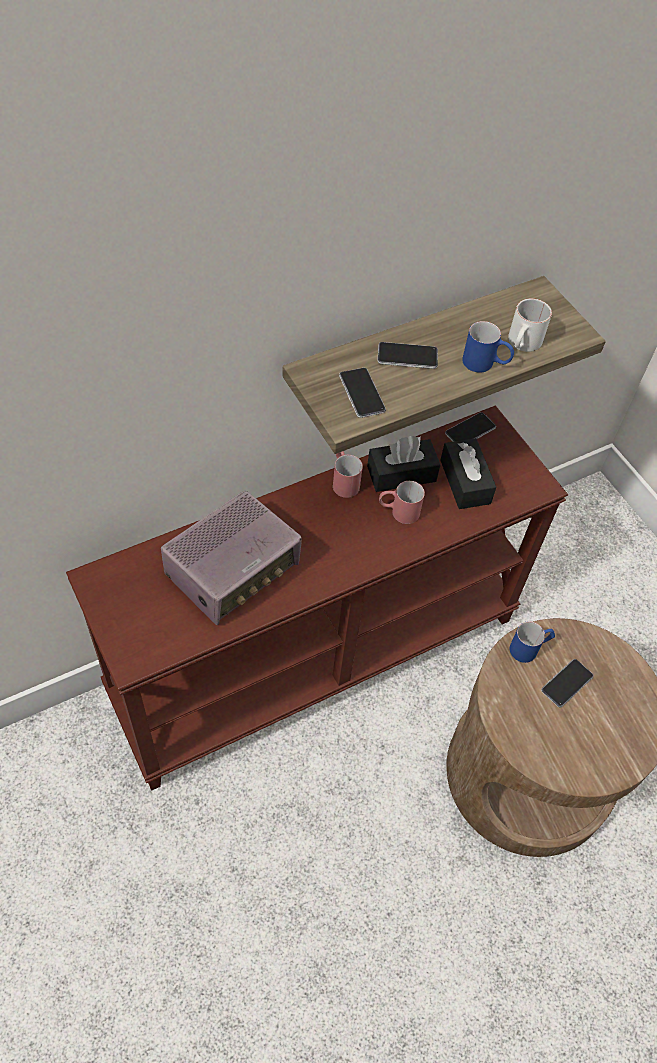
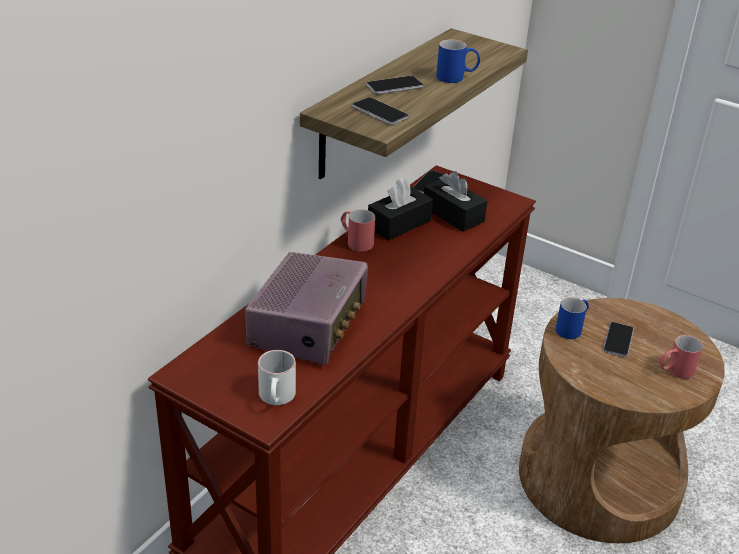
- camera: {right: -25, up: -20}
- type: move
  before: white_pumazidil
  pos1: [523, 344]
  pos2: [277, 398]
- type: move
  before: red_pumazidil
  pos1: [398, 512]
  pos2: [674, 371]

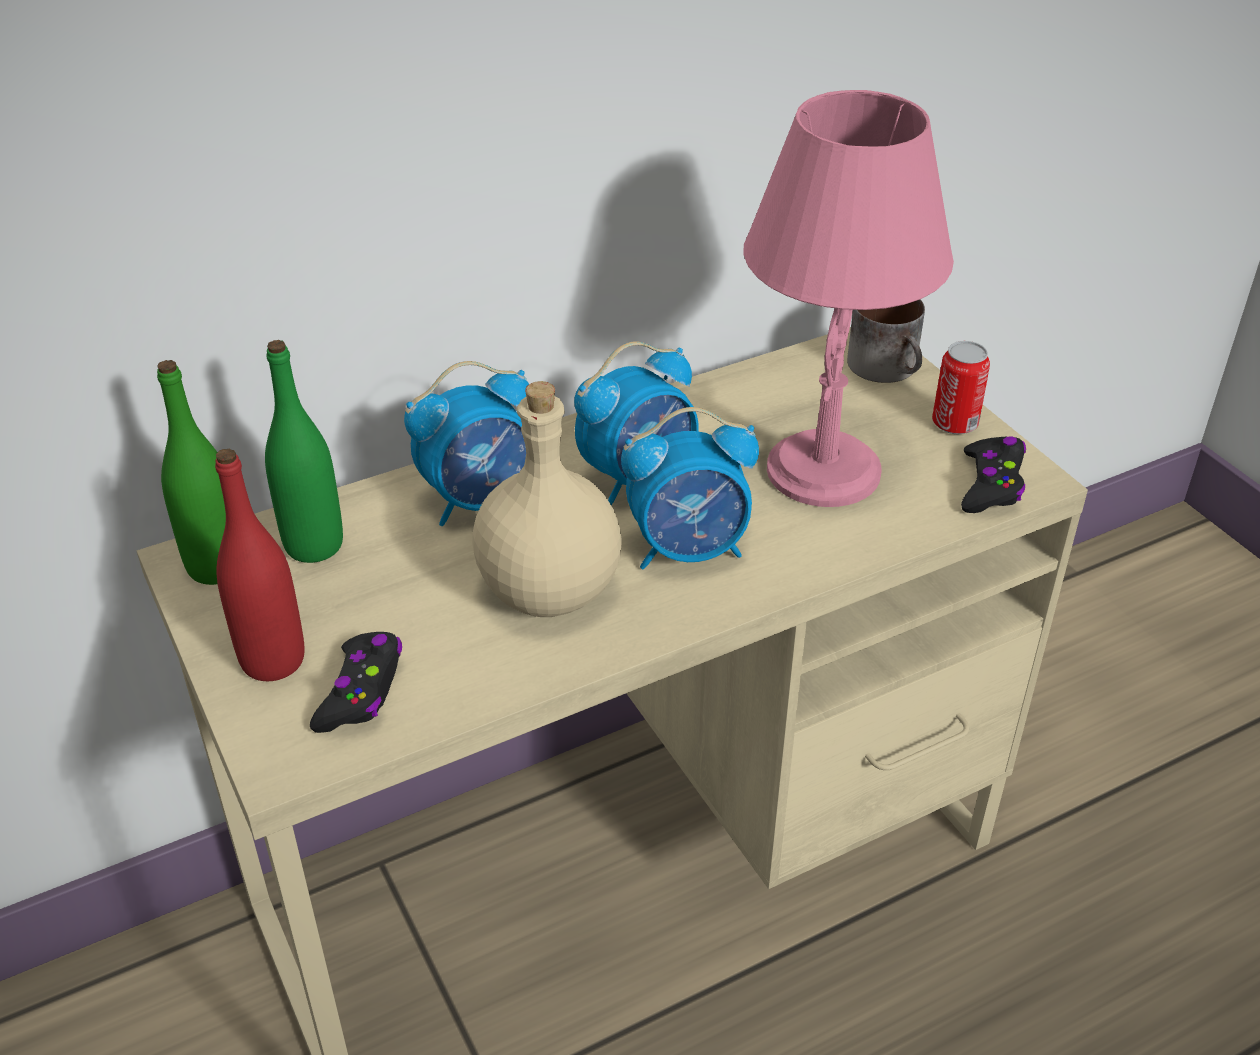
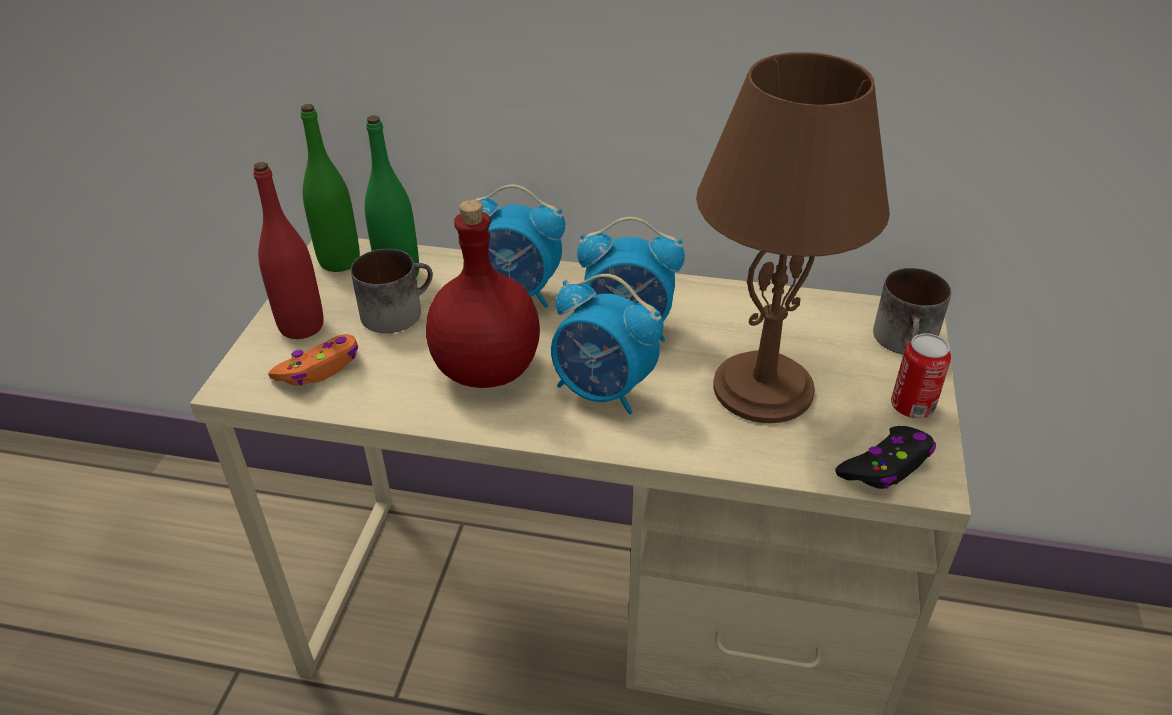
- camera: {right: 40, up: 0}
- type: recolor
  before: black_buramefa
  after: orange_buramefa
  pos1: [361, 691]
  pos2: [320, 369]
- type: insert
  after: pumazidil
  pos2: [397, 310]
- type: recolor
  before: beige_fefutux
  after: red_fefutux
  pos1: [550, 593]
  pos2: [486, 371]
- type: recolor
  before: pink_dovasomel
  after: brown_dovasomel
  pos1: [822, 469]
  pos2: [763, 387]

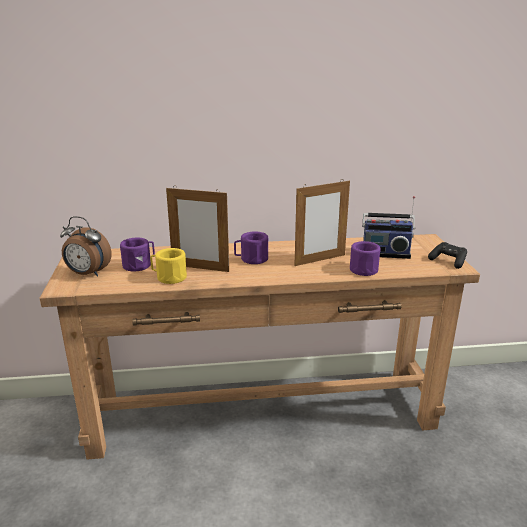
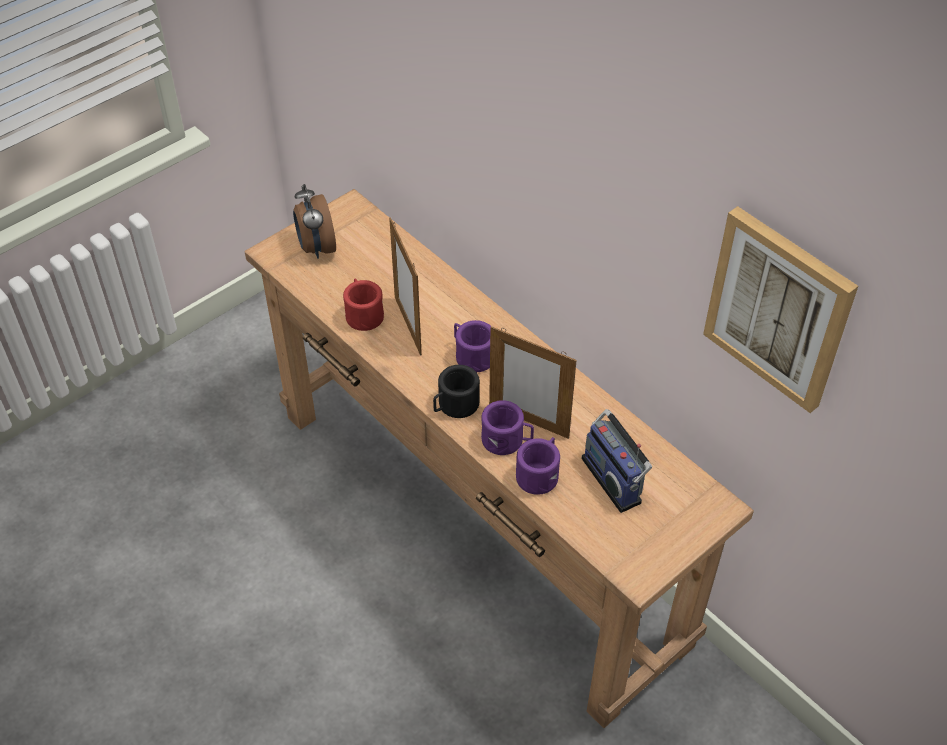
- camera: {right: 55, up: 25}
- type: recolor
  before: yellow_pumazidil
  after: red_pumazidil
  pos1: [168, 277]
  pos2: [363, 314]
- type: insert
  after: black_pumazidil
  pos2: [455, 405]
- type: move
  before: purple_pumazidil
  pos1: [140, 265]
  pos2: [507, 440]
- type: insert
  after: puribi
  pos2: [779, 308]
- type: delete
  before: black_buramefa
  pos1: [448, 261]

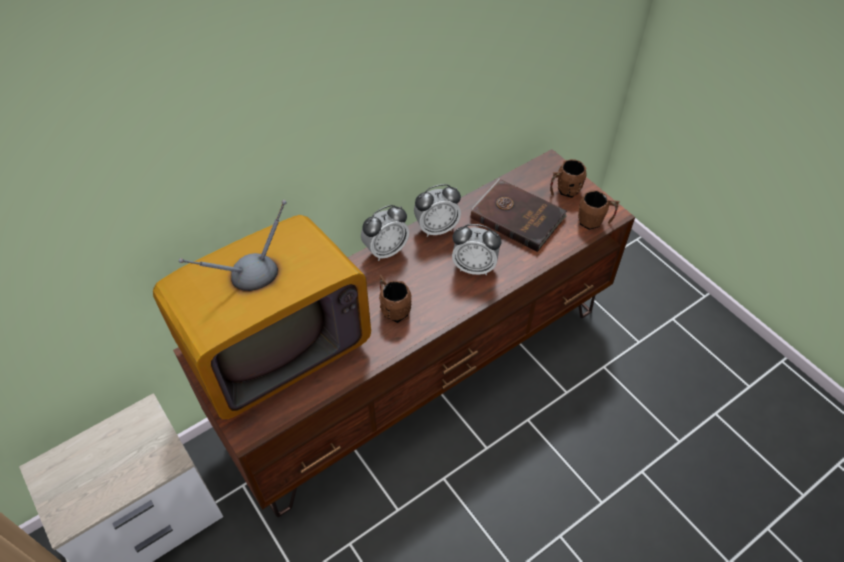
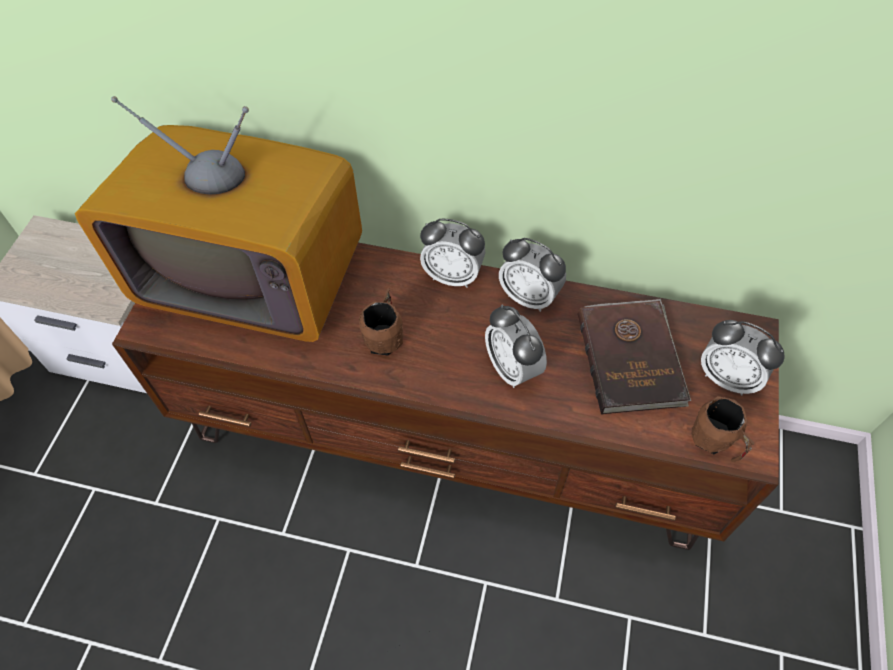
- camera: {right: 50, up: 5}
- type: replace
  before: brown_pumazidil
  after: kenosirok
  pos1: [564, 190]
  pos2: [727, 377]

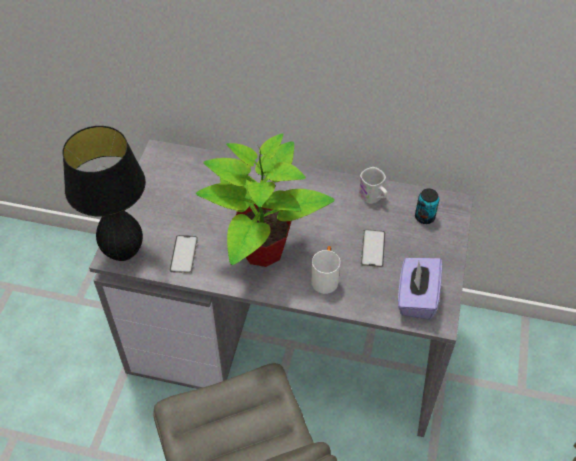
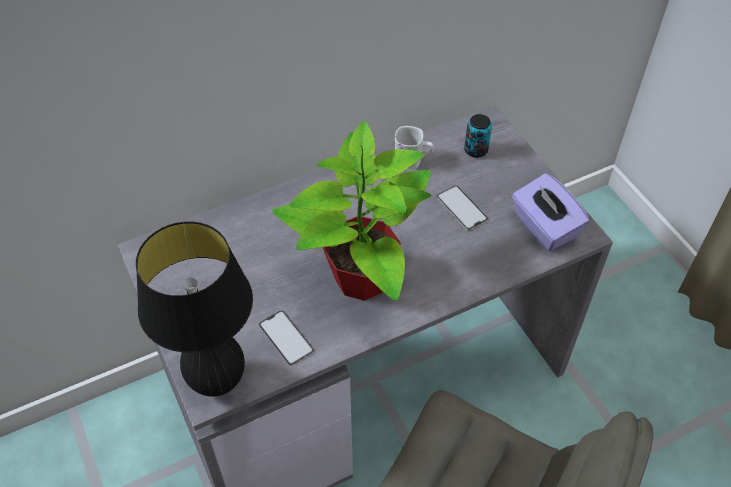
- camera: {right: -40, up: 0}
- type: delete
  before: white_pumazidil
  pos1: [325, 278]

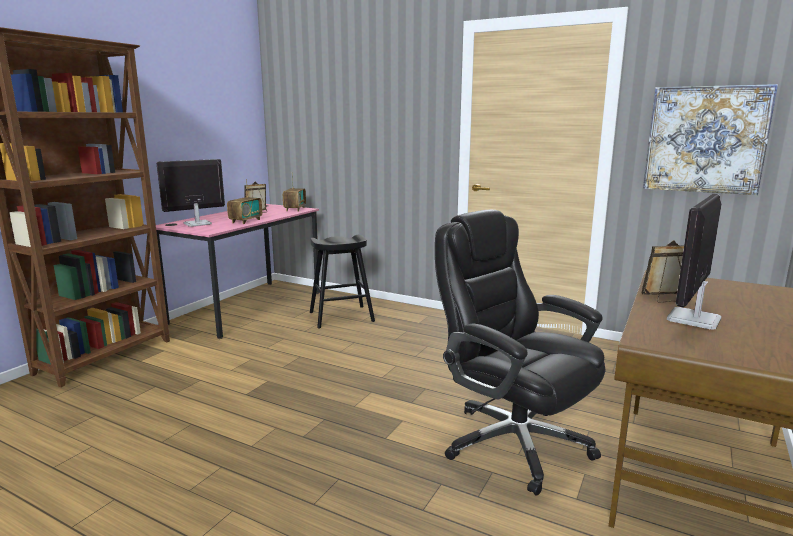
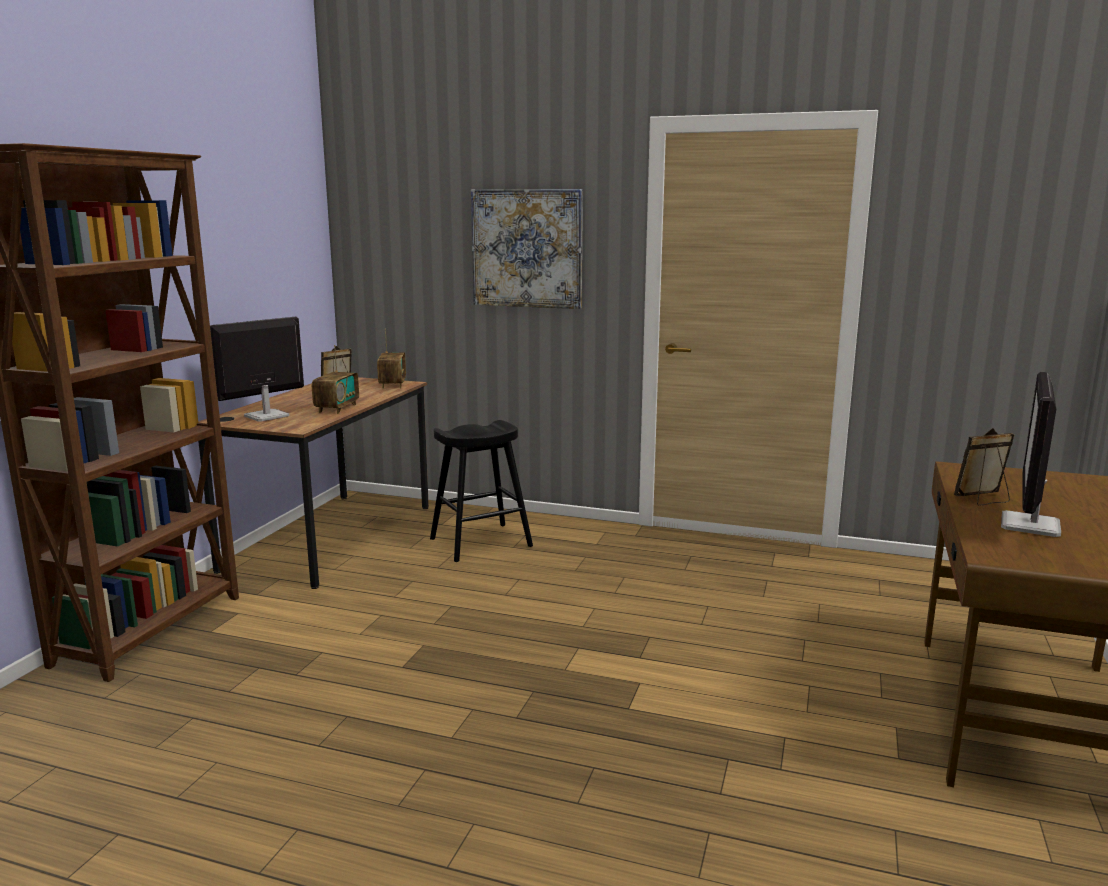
- camera: {right: -10, up: 0}
- type: recolor
  before: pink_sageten
  after: brown_sageten
  pos1: [248, 307]
  pos2: [331, 537]
- type: move
  before: puribi
  pos1: [705, 139]
  pos2: [527, 248]
- type: delete
  before: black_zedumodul
  pos1: [513, 442]

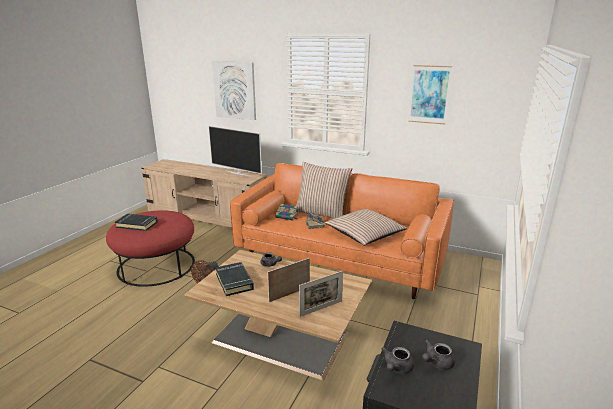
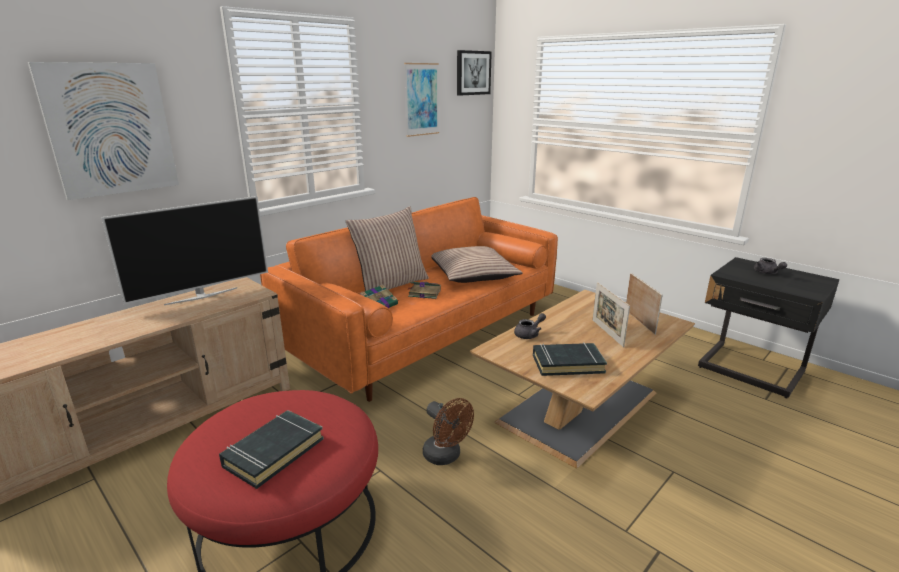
- camera: {right: -70, up: 0}
- type: insert
  after: puribi
  pos2: [473, 73]
- type: delete
  before: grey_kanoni
  pos1: [396, 368]

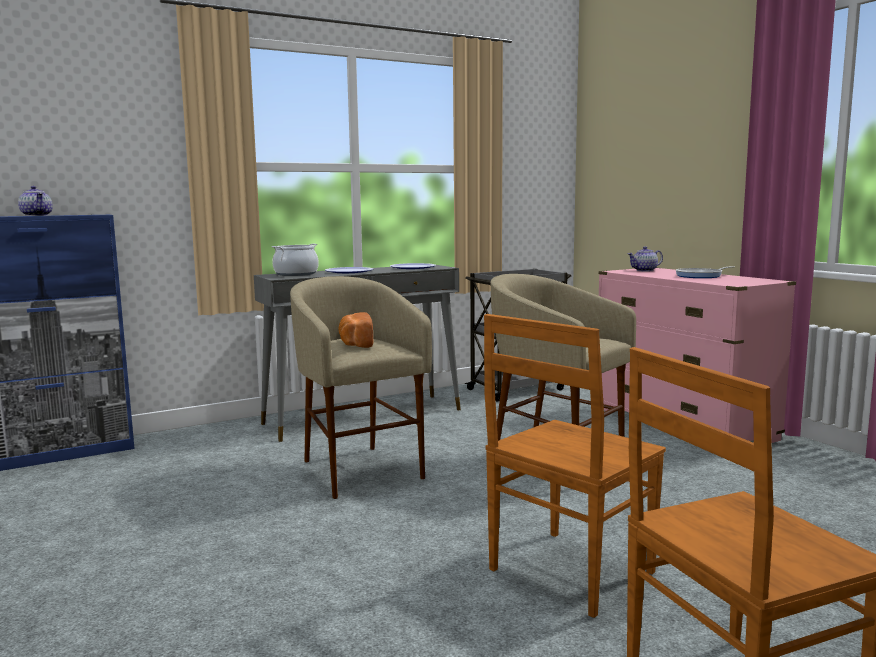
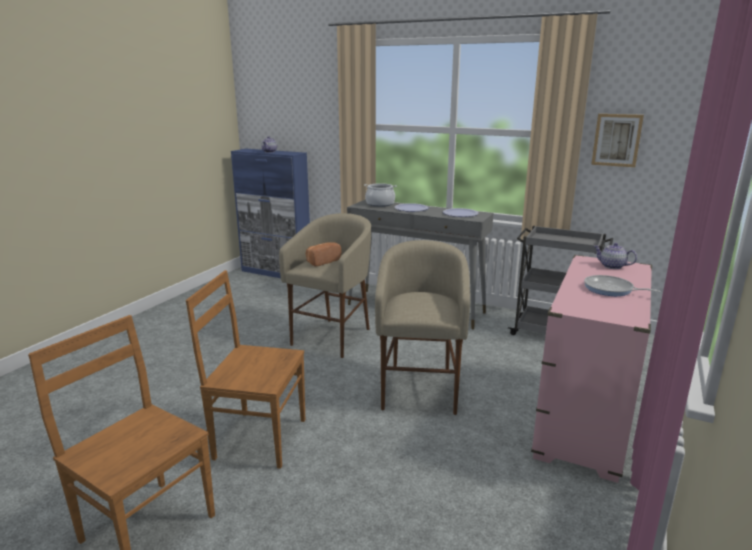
- camera: {right: 55, up: 10}
- type: insert
  after: puribi
  pos2: [616, 140]

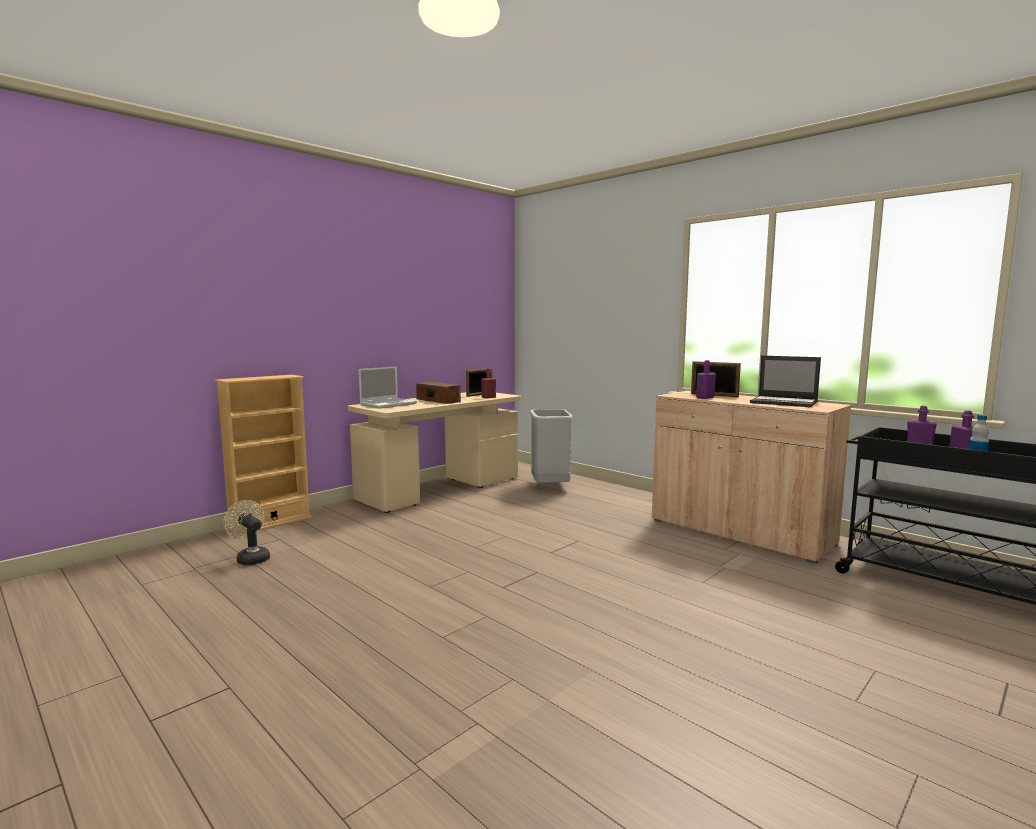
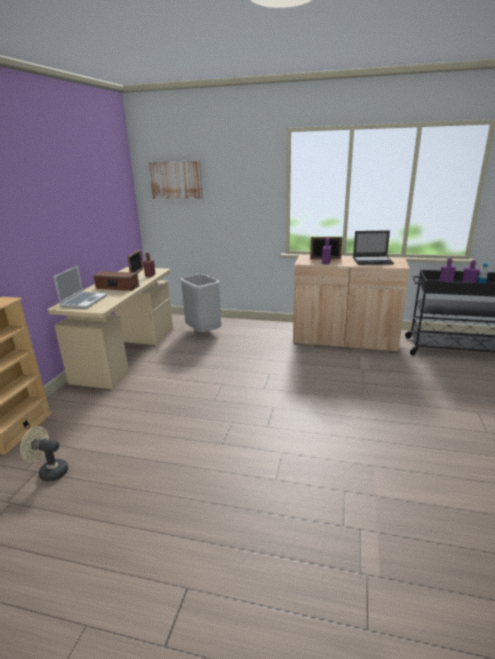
- camera: {right: -30, up: 15}
- type: insert
  after: puribi
  pos2: [176, 180]

